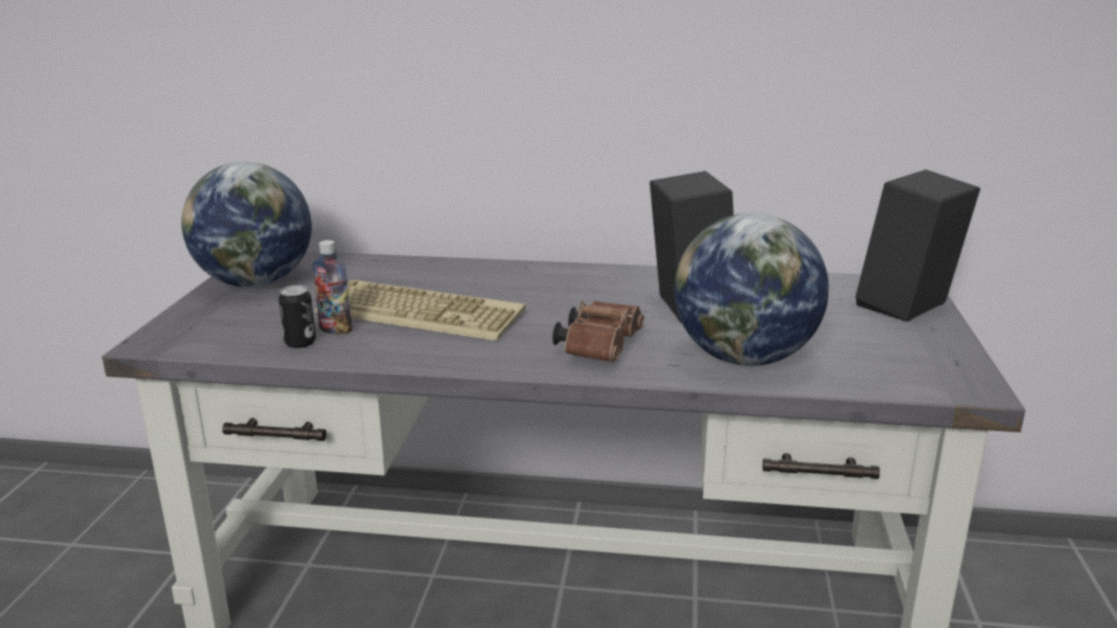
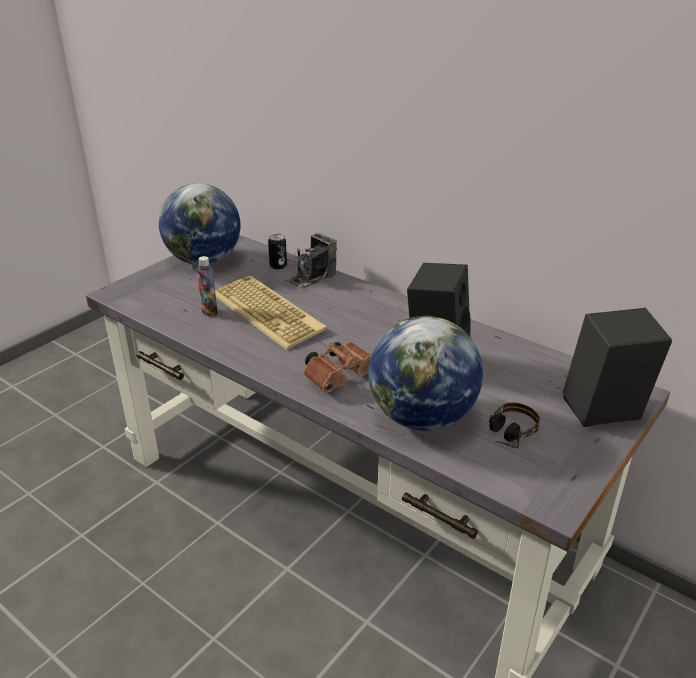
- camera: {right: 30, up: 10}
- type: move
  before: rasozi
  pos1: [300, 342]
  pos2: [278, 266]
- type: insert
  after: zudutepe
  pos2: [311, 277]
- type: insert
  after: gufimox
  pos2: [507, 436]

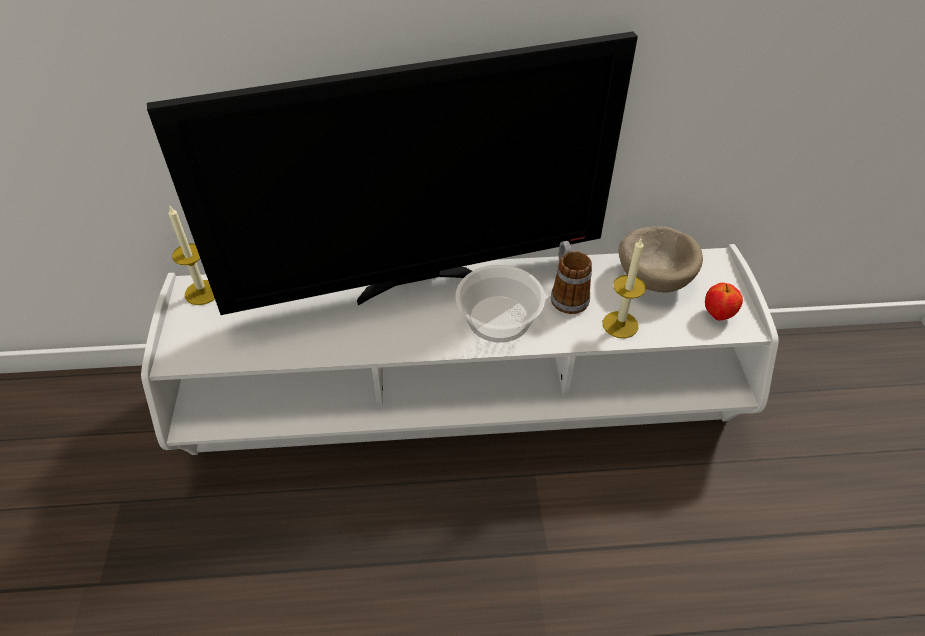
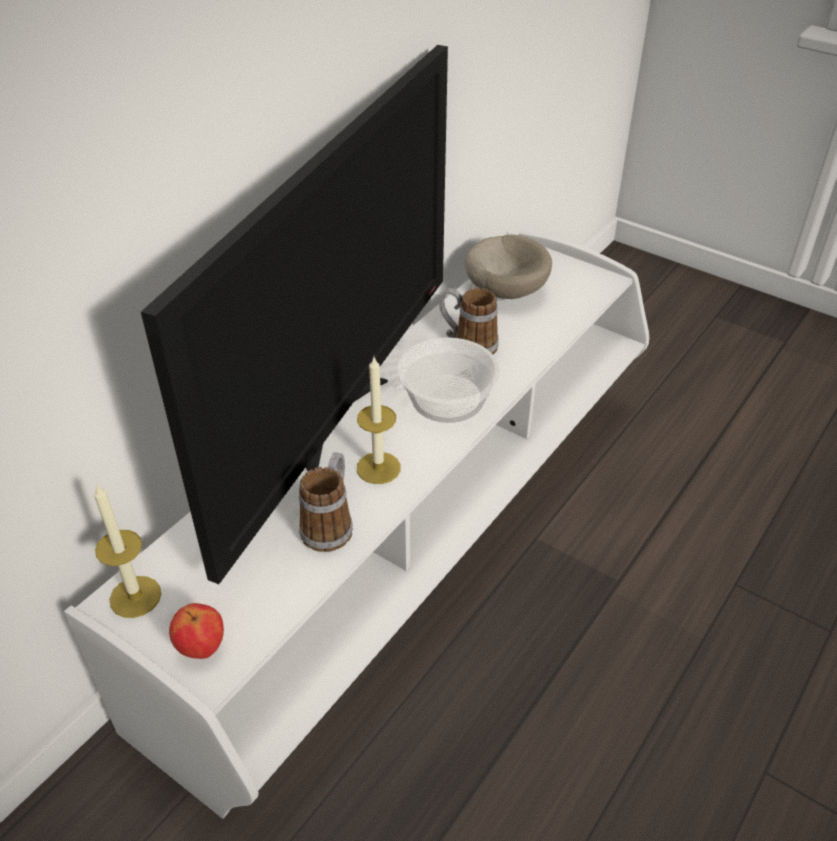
- camera: {right: -50, up: -5}
- type: move
  before: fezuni
  pos1: [718, 315]
  pos2: [202, 648]
- type: insert
  after: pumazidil
  pos2: [330, 524]
- type: move
  before: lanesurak
  pos1: [620, 324]
  pos2: [378, 468]

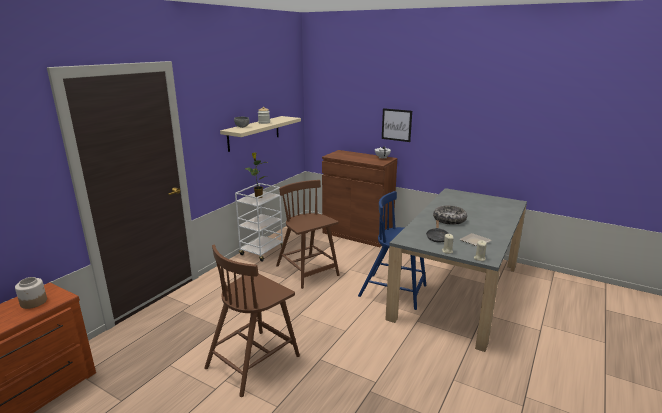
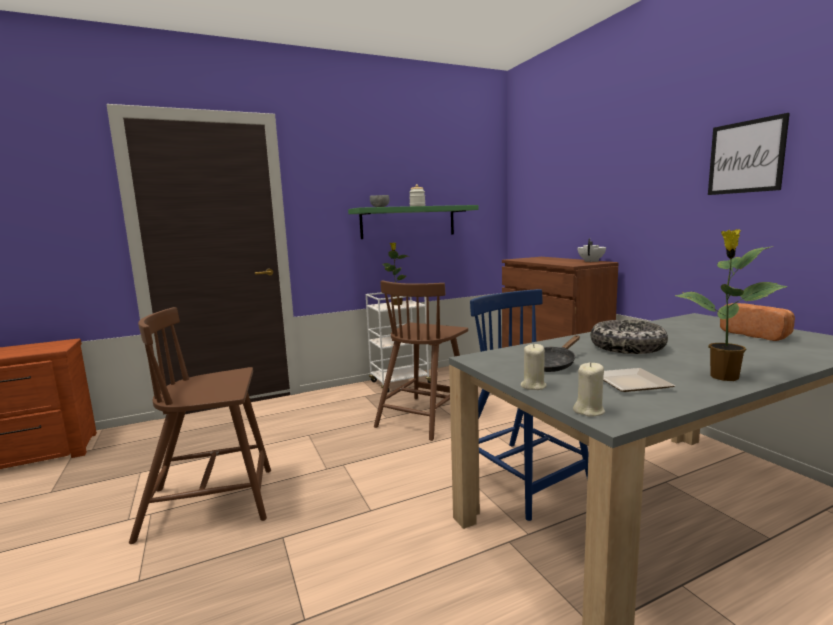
- camera: {right: 35, up: -10}
- type: recolor
  before: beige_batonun
  after: green_batonun
  pos1: [254, 133]
  pos2: [408, 222]
- type: rotate
  before: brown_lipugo
  pos1: [307, 271]
  pos2: [424, 416]
  turn: -150
- type: insert
  after: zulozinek
  pos2: [722, 377]
- type: move
  before: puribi
  pos1: [396, 125]
  pos2: [746, 157]
- type: insert
  after: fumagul
  pos2: [757, 335]
- type: delete
  before: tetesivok
  pos1: [34, 302]

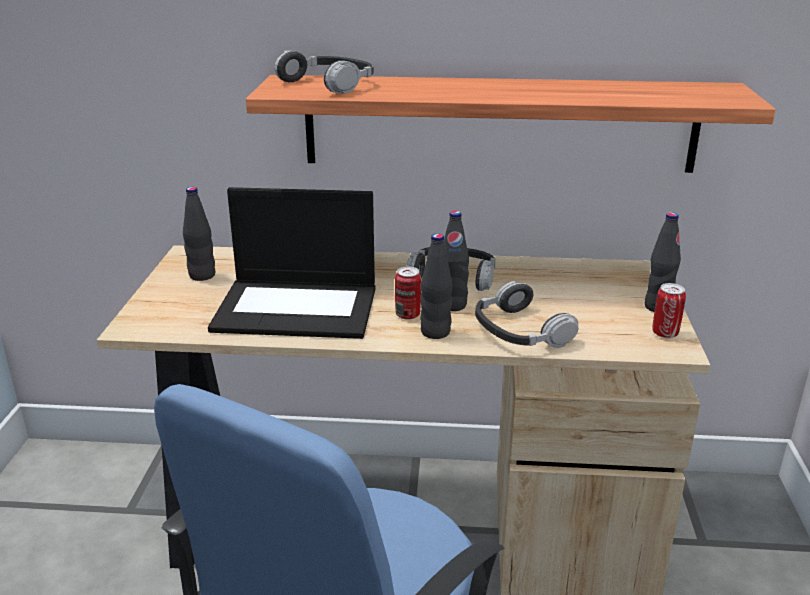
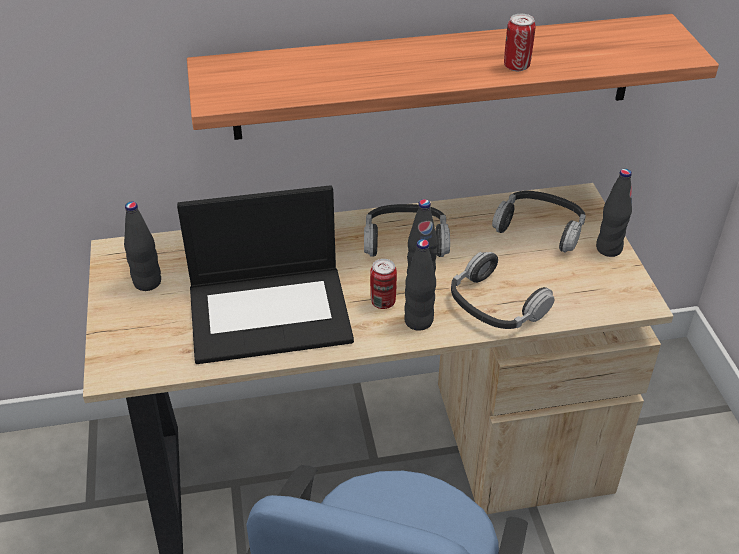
- camera: {right: -15, up: 15}
- type: move
  before: gufimox
  pos1: [329, 84]
  pos2: [540, 228]
- type: move
  before: rasozi
  pos1: [665, 333]
  pos2: [516, 66]

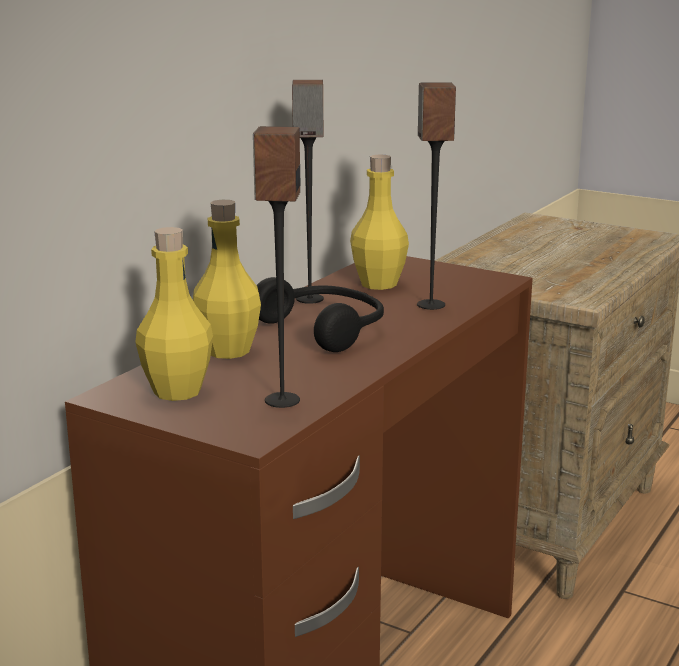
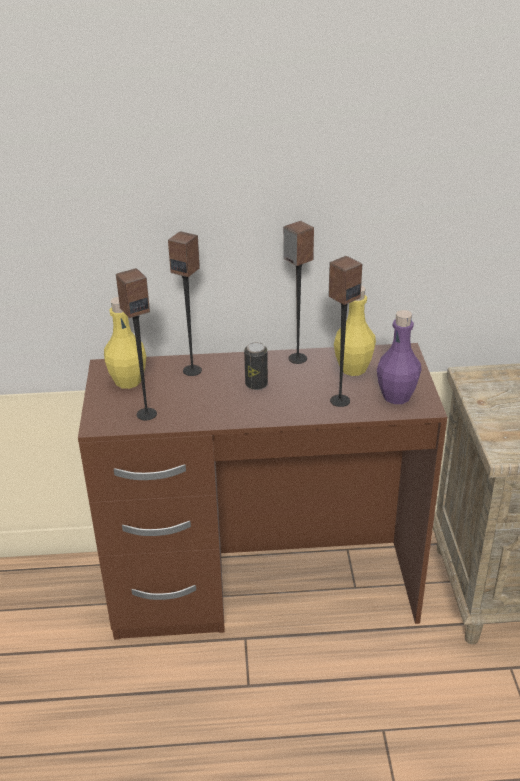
- camera: {right: 55, up: 15}
- type: replace
  before: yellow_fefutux
  after: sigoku
  pos1: [228, 351]
  pos2: [192, 370]
- type: replace
  before: black_gufimox
  after: rasozi
  pos1: [326, 329]
  pos2: [256, 384]
- type: insert
  after: purple_fefutux
  pos2: [396, 396]

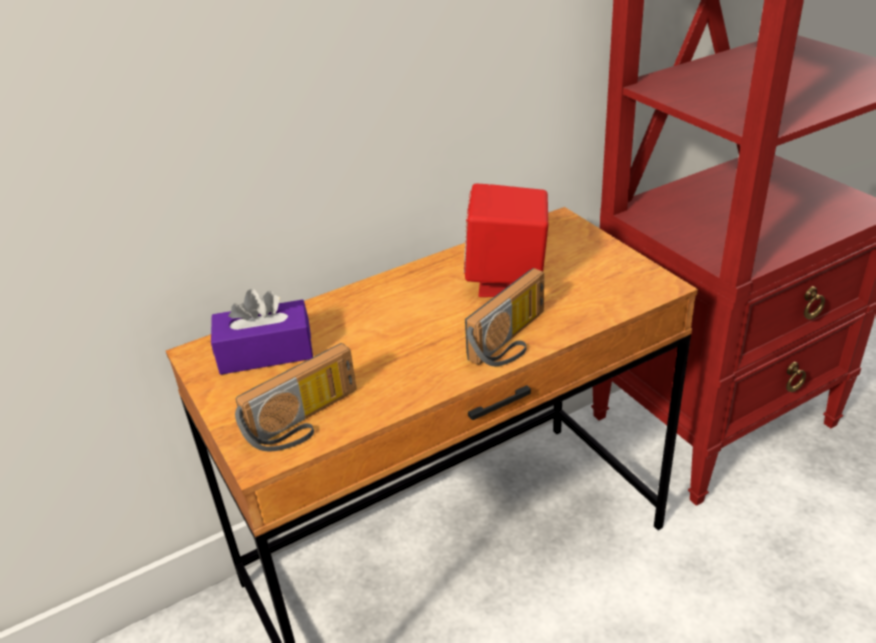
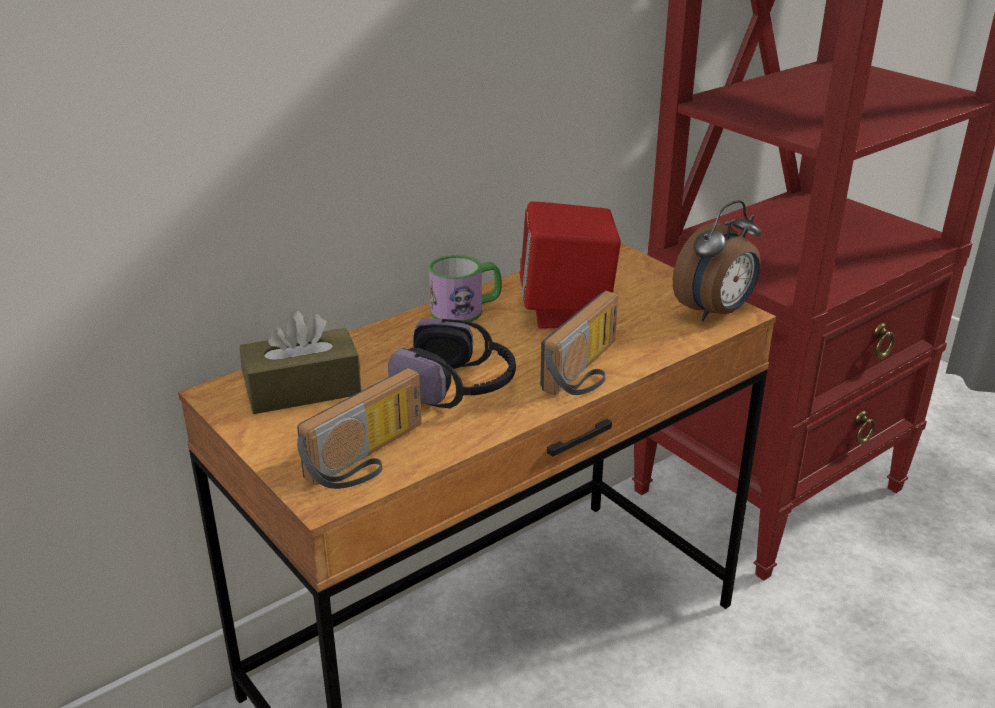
- camera: {right: -10, up: -5}
- type: recolor
  before: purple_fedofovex
  after: brown_fedofovex
  pos1: [266, 352]
  pos2: [303, 390]
- type: insert
  after: gufimox
  pos2: [457, 387]
- type: insert
  after: pumazidil
  pos2: [466, 310]
- type: insert
  after: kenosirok
  pos2: [715, 312]

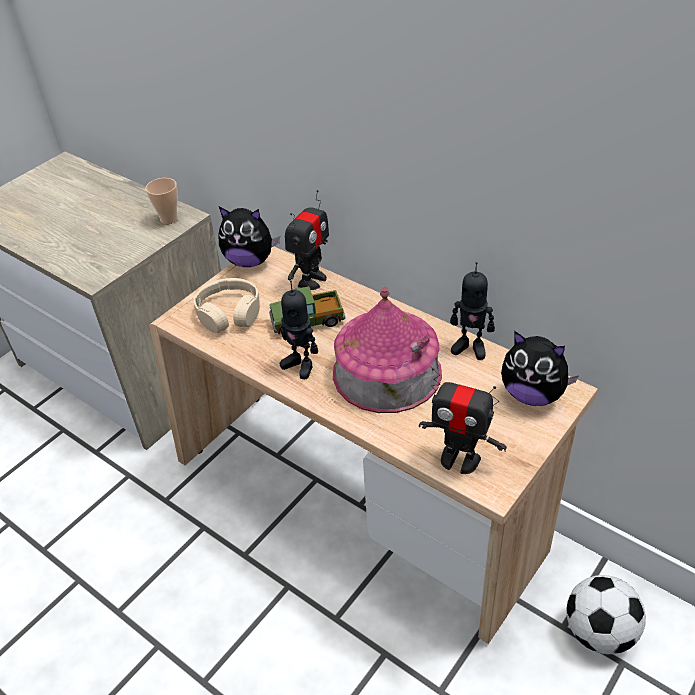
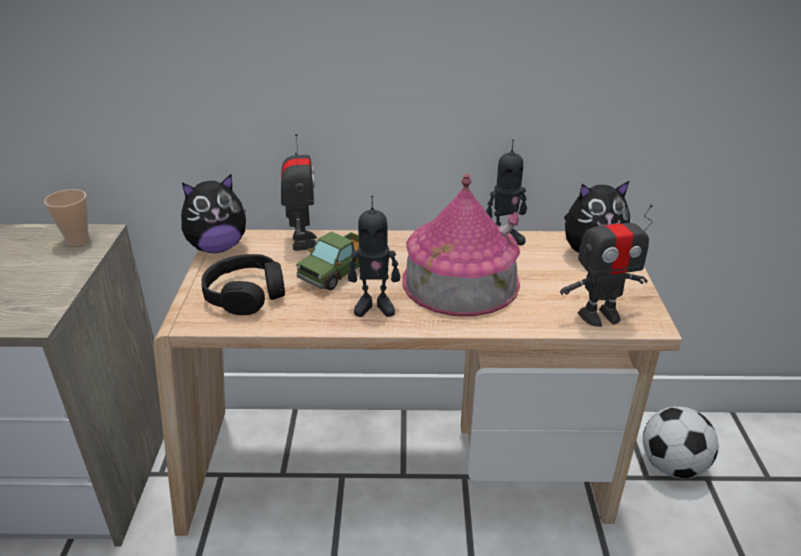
- camera: {right: -40, up: -10}
- type: recolor
  before: beige_gufimox
  after: black_gufimox
  pos1: [229, 313]
  pos2: [246, 294]

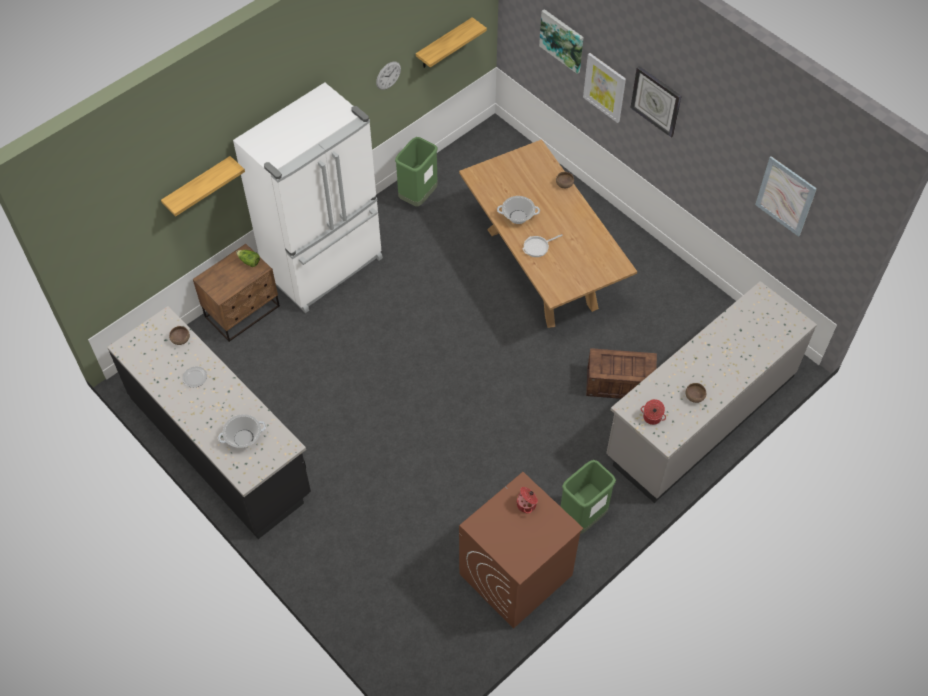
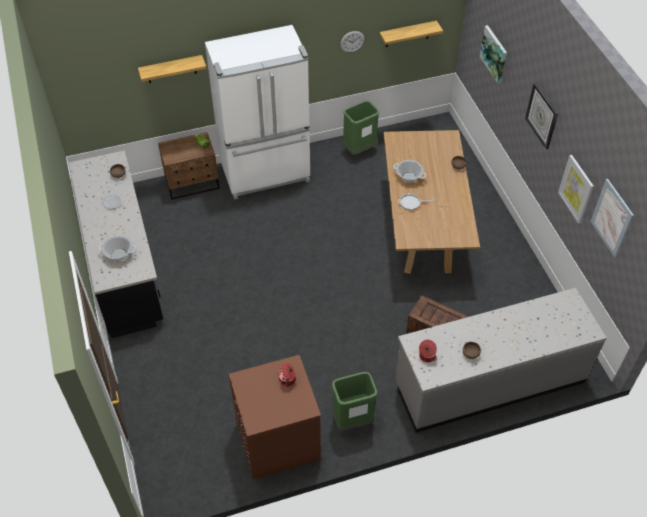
- camera: {right: 25, up: -5}
- type: move
  before: puribi
  pos1: [604, 87]
  pos2: [576, 189]

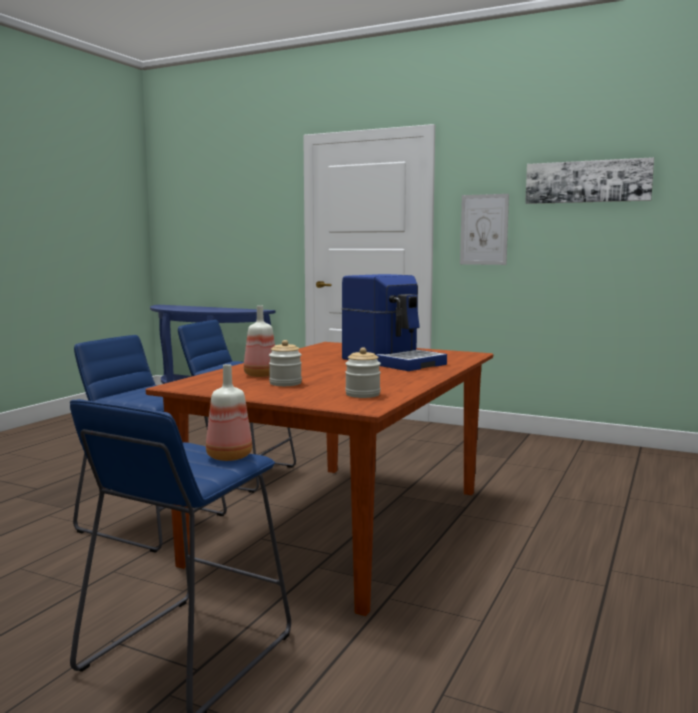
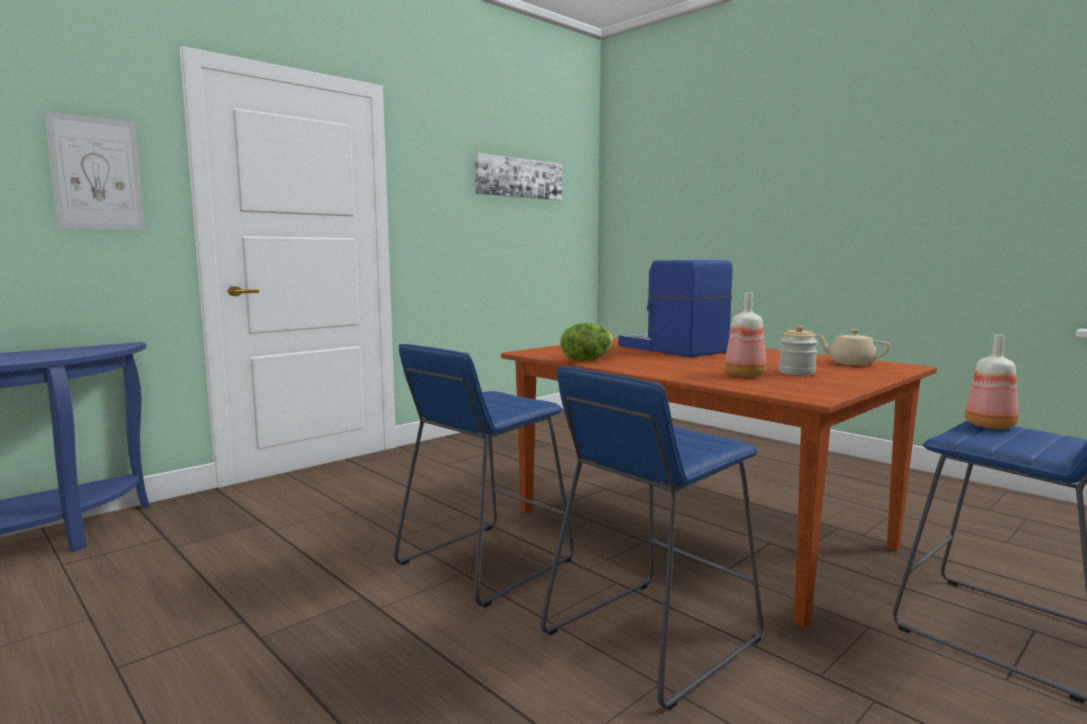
- camera: {right: -70, up: 0}
- type: move
  before: puribi
  pos1: [484, 229]
  pos2: [97, 174]
- type: insert
  after: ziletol
  pos2: [586, 359]
- type: rotate
  before: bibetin
  pos1: [393, 361]
  pos2: [672, 349]
  turn: -105
- type: replace
  before: tetesivok
  after: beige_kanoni
  pos1: [362, 394]
  pos2: [850, 363]

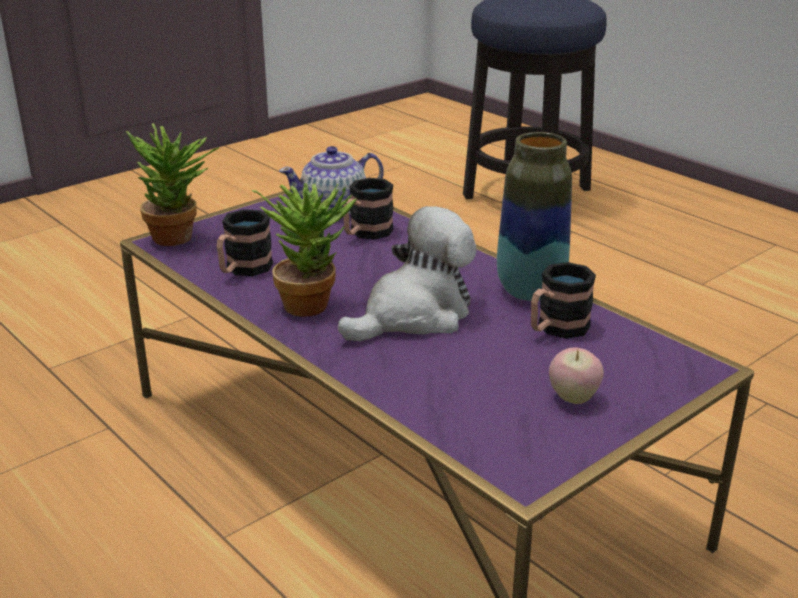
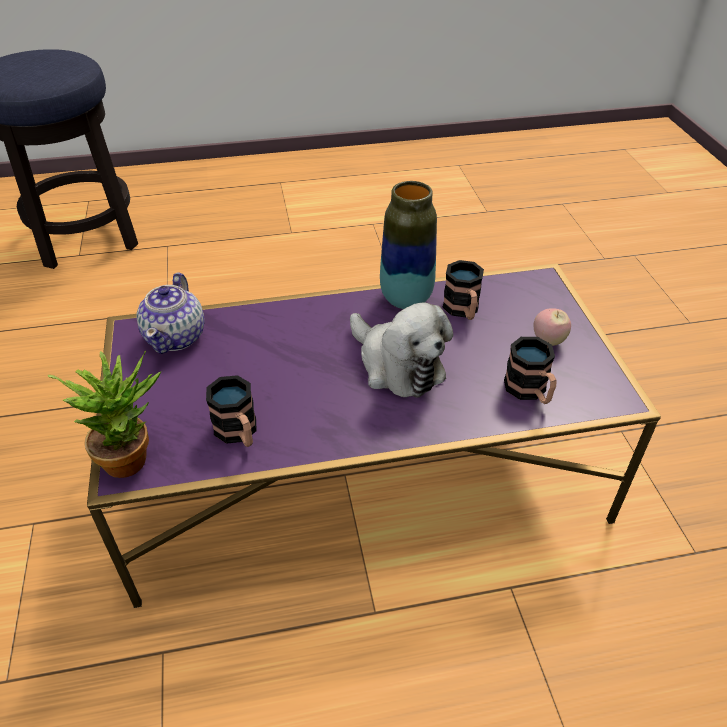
- camera: {right: -60, up: 15}
- type: rotate
  before: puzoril
  pos1: [414, 315]
  pos2: [397, 365]
  turn: 150
- type: move
  before: pumazidil
  pos1: [365, 233]
  pos2: [530, 391]
- type: delete
  before: zulozinek
  pos1: [311, 302]

